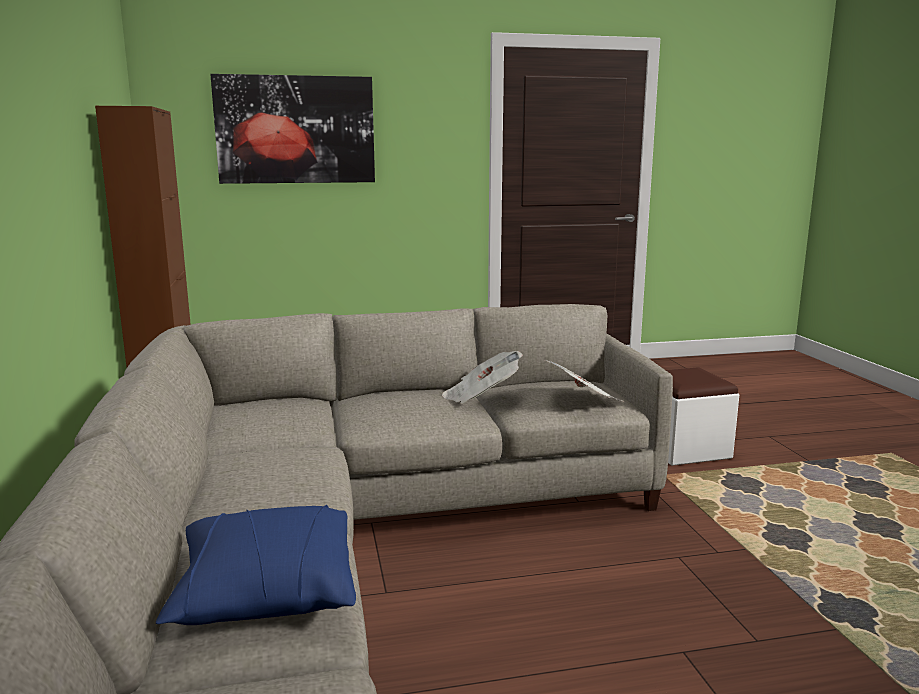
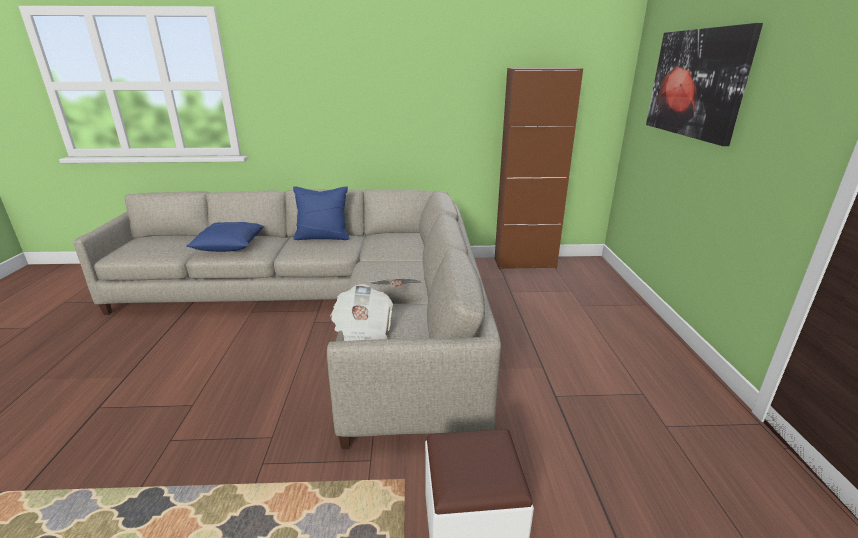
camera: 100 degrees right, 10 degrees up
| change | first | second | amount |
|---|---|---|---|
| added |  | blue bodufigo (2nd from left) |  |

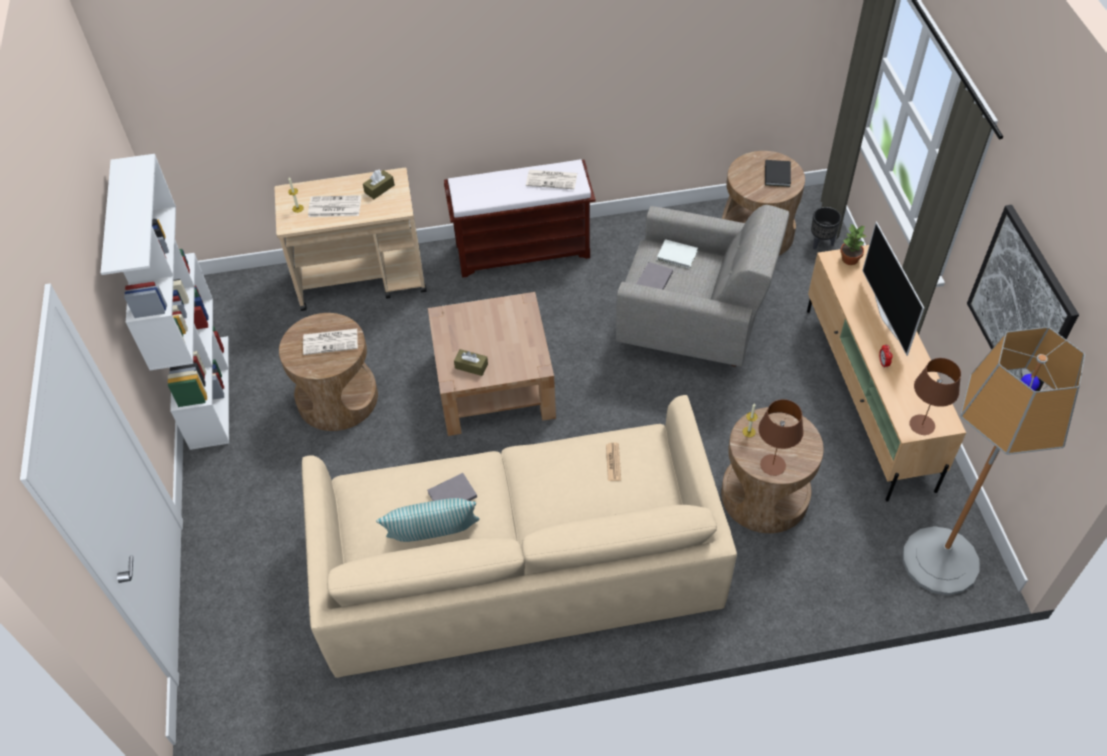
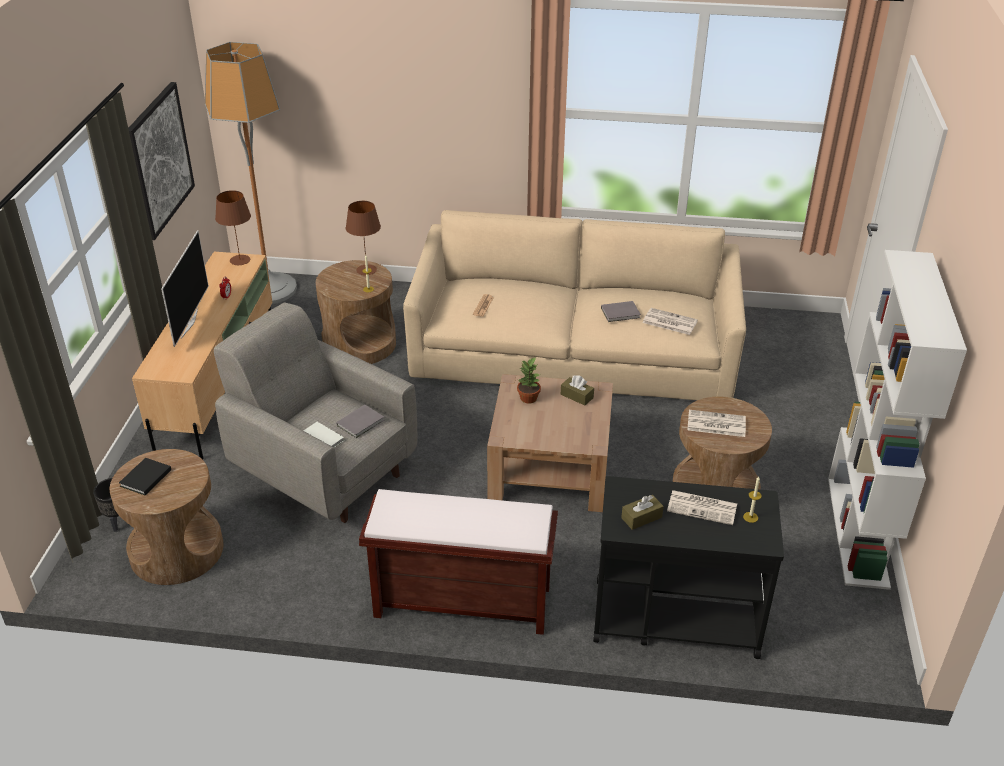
camera: 165 degrees left, 15 degrees down
| change | first | second | amount |
|---|---|---|---|
| recoloured | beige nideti | black nideti |  |
| removed | bodufigo |  |  |
| moved | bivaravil (3rd from left in the first image) | bivaravil (2nd from left) |  |
| moved | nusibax |  |  |

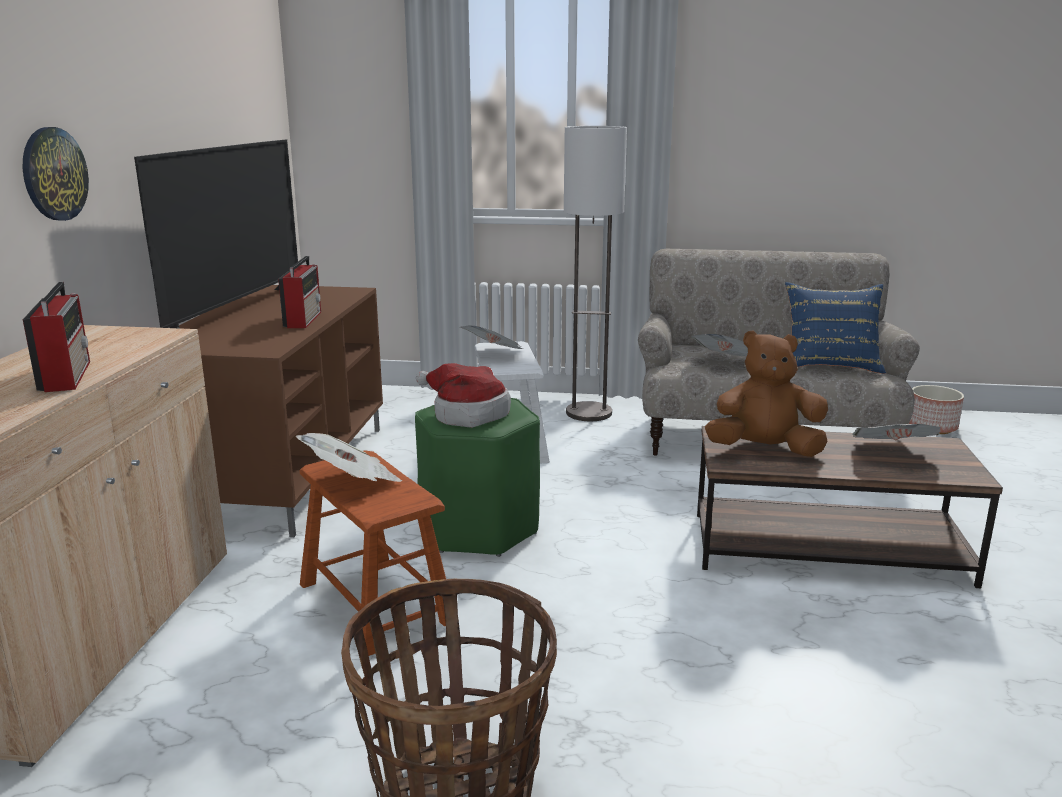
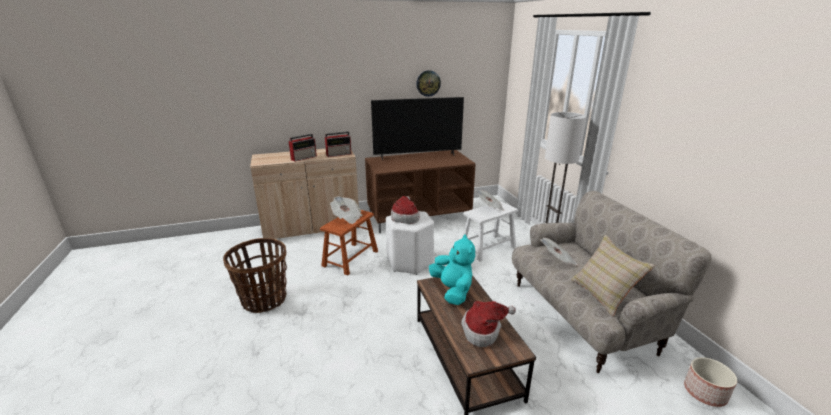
camera: 65 degrees right, 5 degrees up
| change | first | second | amount |
|---|---|---|---|
| moved | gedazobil |  |  |
| moved | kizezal (2nd from left) |  |  |
| recoloured | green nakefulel | white nakefulel (1st from left) |  |
| recoloured | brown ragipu | turquoise ragipu |  |
| recoloured | blue bodufigo | beige bodufigo |  |
| replaced | bivaravil (4th from left) | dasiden (2nd from left) |  |

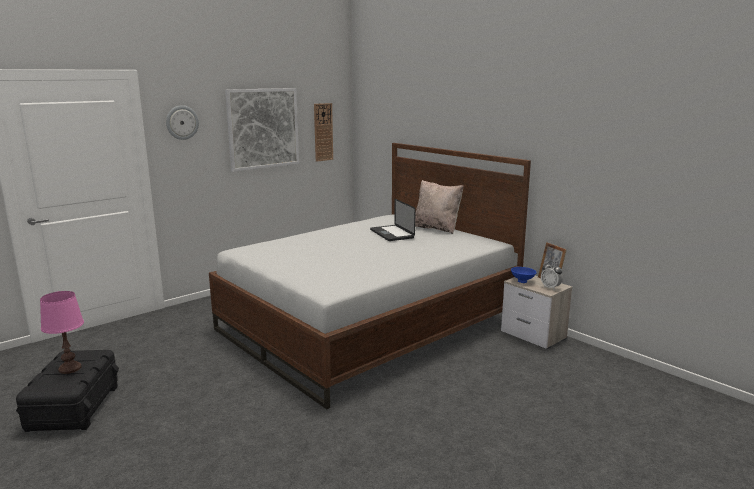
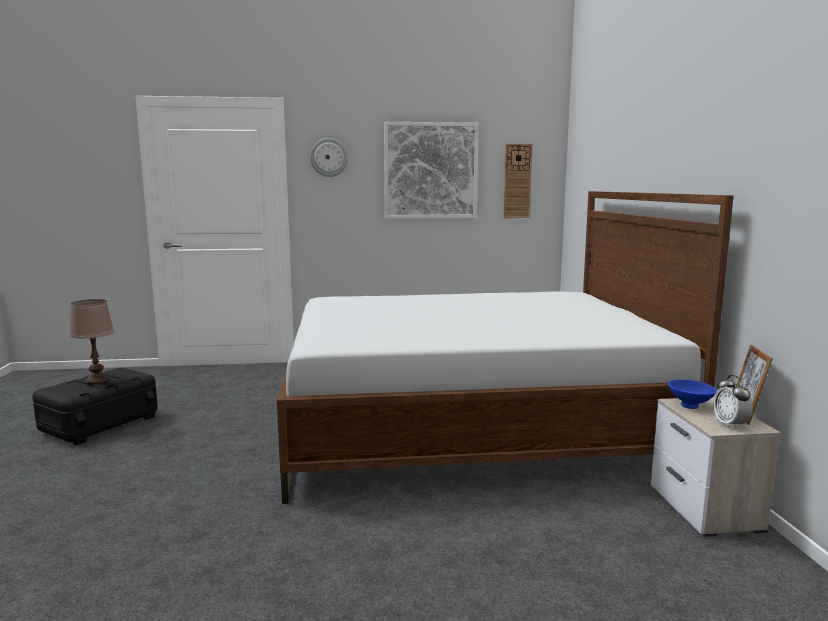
camera: 35 degrees right, 5 degrees down
| change | first | second | amount |
|---|---|---|---|
| recoloured | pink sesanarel | brown sesanarel |  |
| removed | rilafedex |  |  |
| removed | beige bodufigo |  |  |

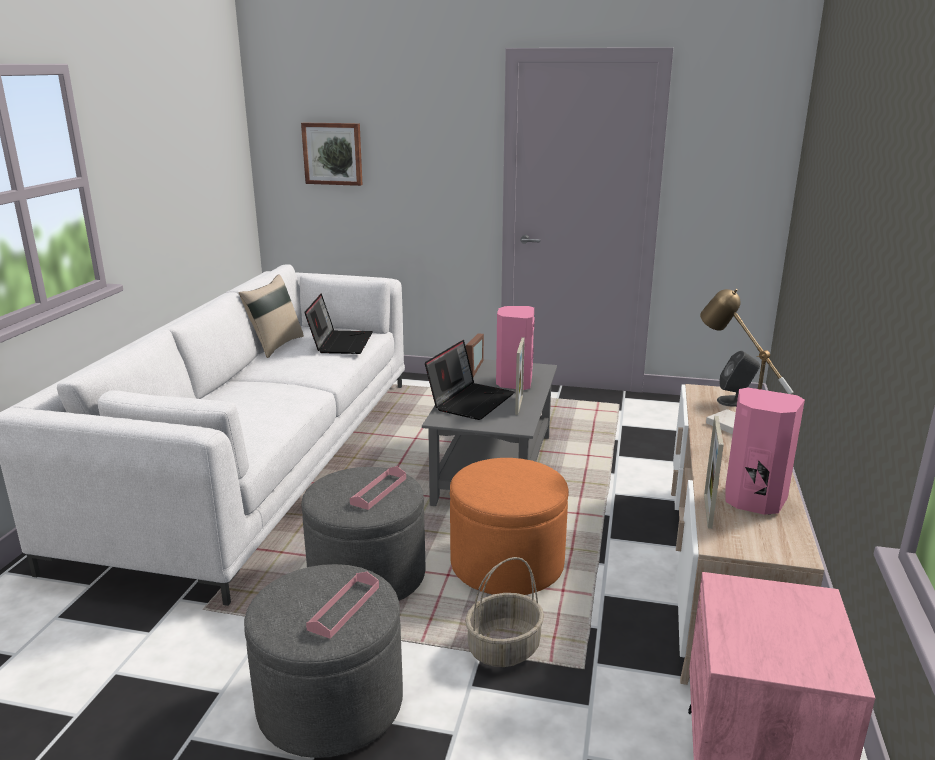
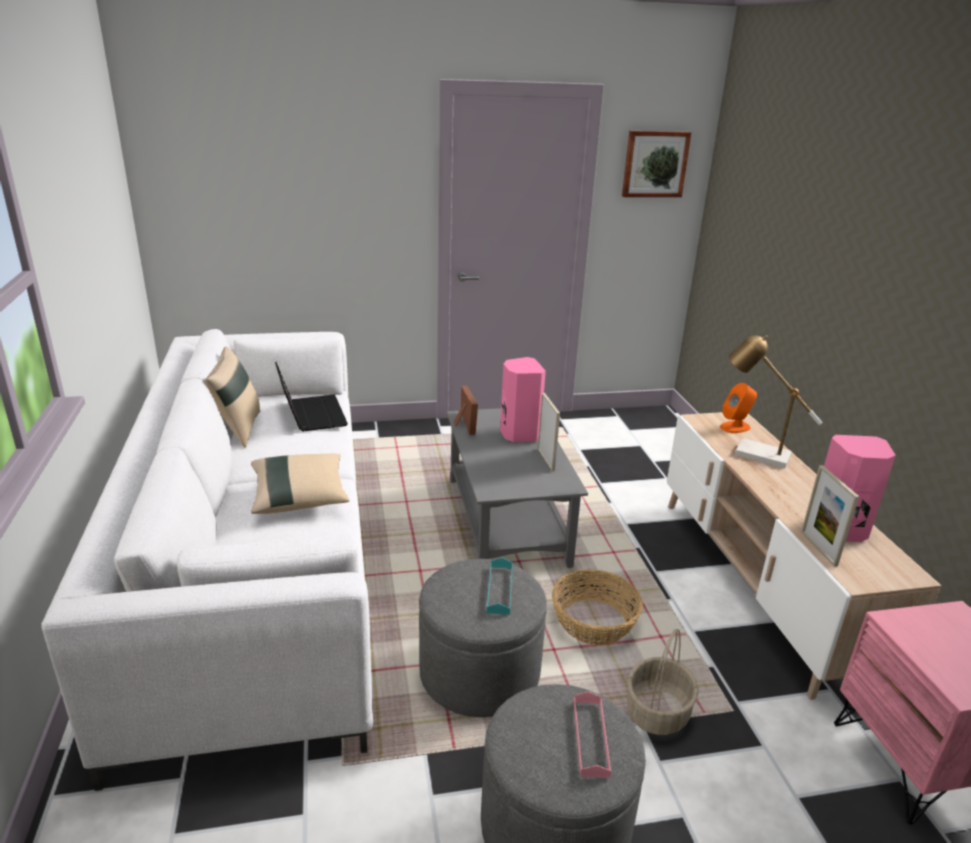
camera: 25 degrees left, 5 degrees up
| change | first | second | amount |
|---|---|---|---|
| moved | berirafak |  |  |
| recoloured | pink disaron (2nd from left) | turquoise disaron |  |
| removed | rilafedex (2nd from left) |  |  |
| replaced | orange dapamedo | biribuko (1st from left) |  |
| recoloured | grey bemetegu | orange bemetegu |  |
| added |  | beige bodufigo (2nd from left) |  |

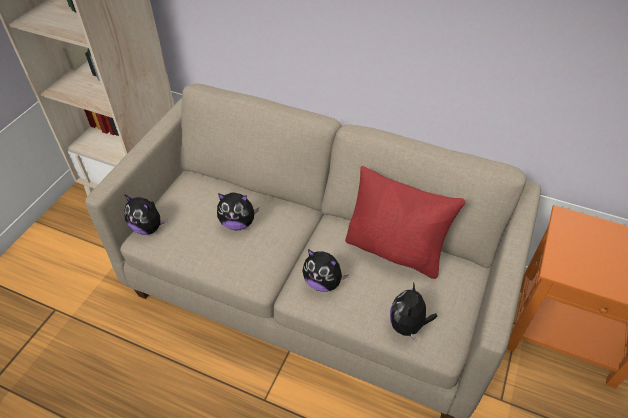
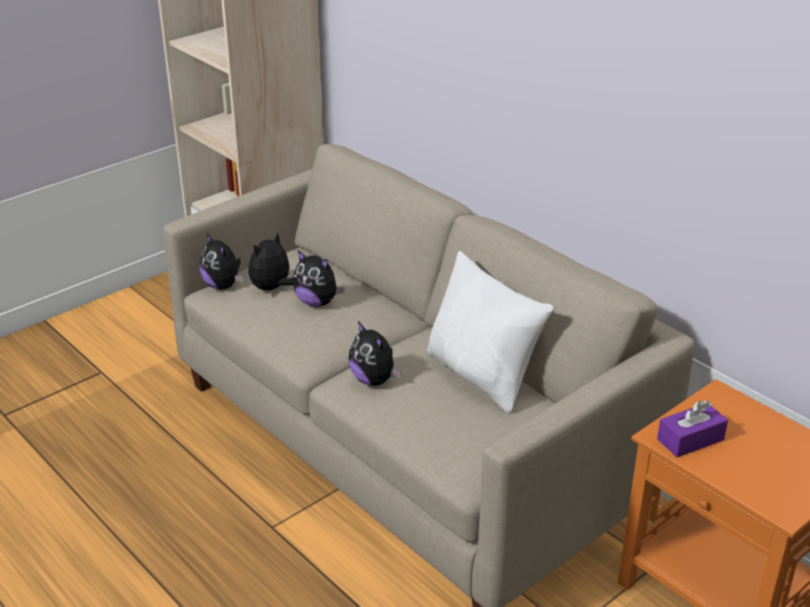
camera: 25 degrees right, 15 degrees down
| change | first | second | amount |
|---|---|---|---|
| recoloured | red bodufigo | white bodufigo |  |
| moved | ragipu (4th from left in the first image) | ragipu (2nd from left) |  |
| added |  | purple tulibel |  |

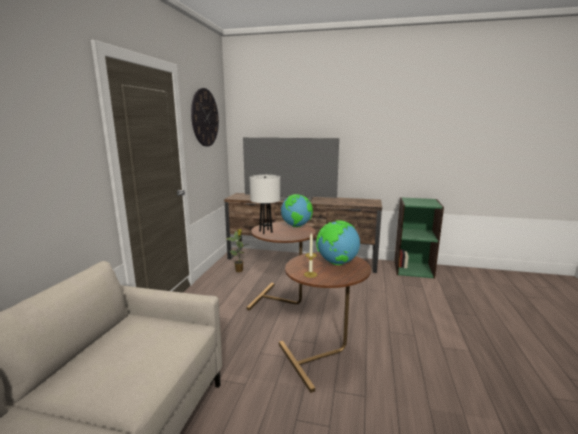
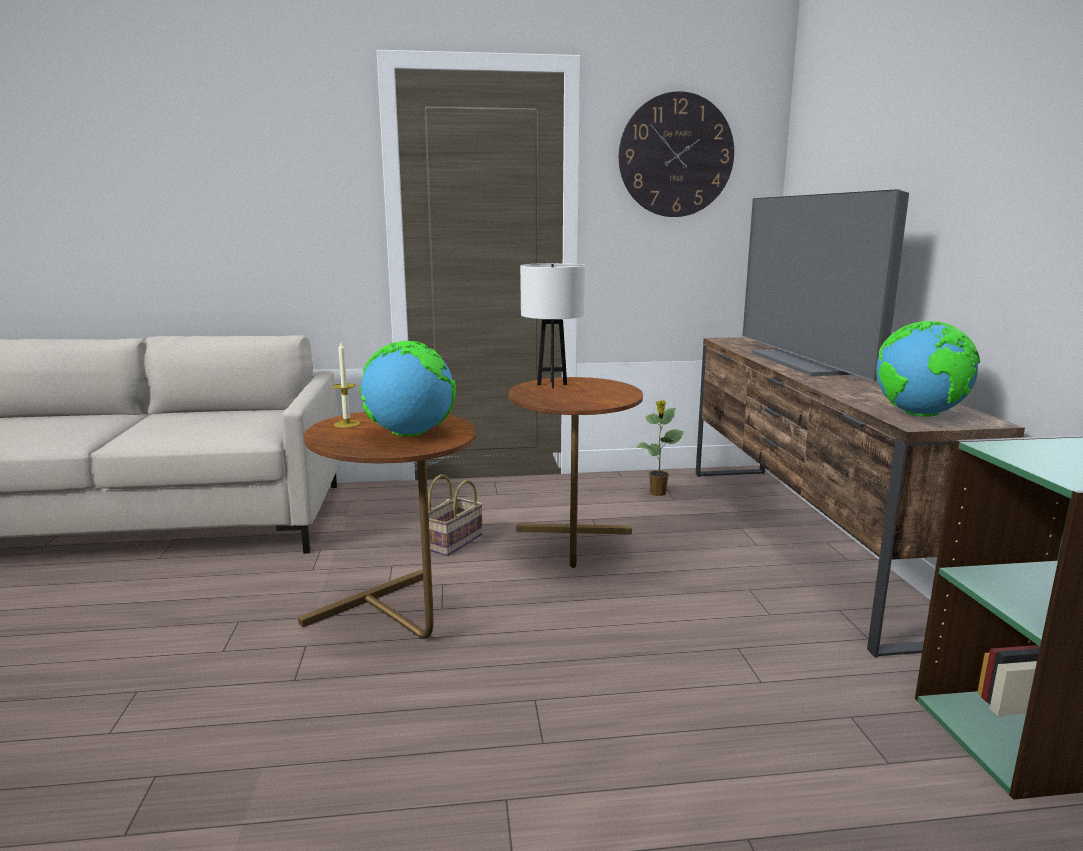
camera: 70 degrees right, 0 degrees up
| change | first | second | amount |
|---|---|---|---|
| moved | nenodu (1st from left in the first image) | nenodu (2nd from left) |  |
| added |  | biribuko |  |

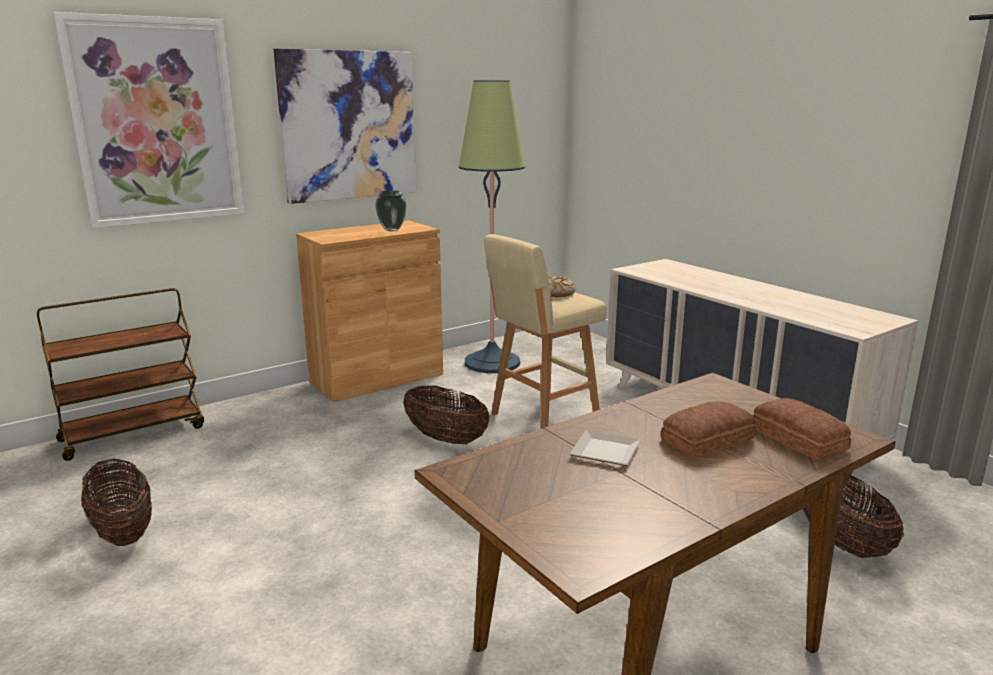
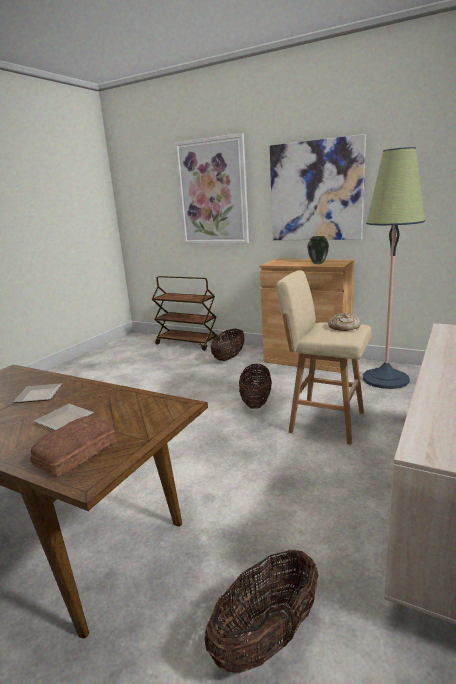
camera: 65 degrees right, 0 degrees up
| change | first | second | amount |
|---|---|---|---|
| moved | biribuko (1st from left) |  |  |
| replaced | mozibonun (2nd from left) | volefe (2nd from left) |  |

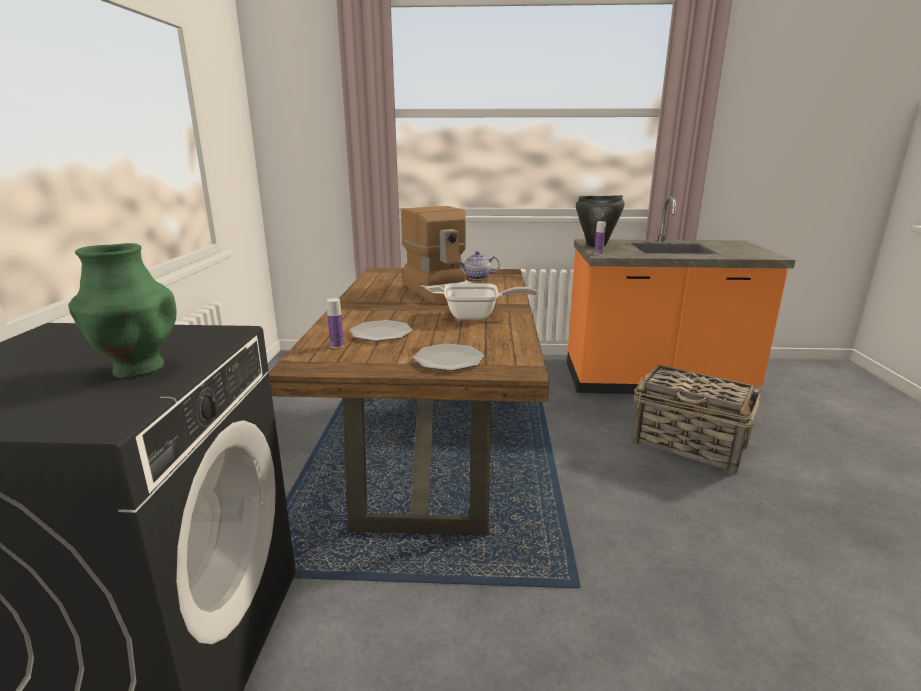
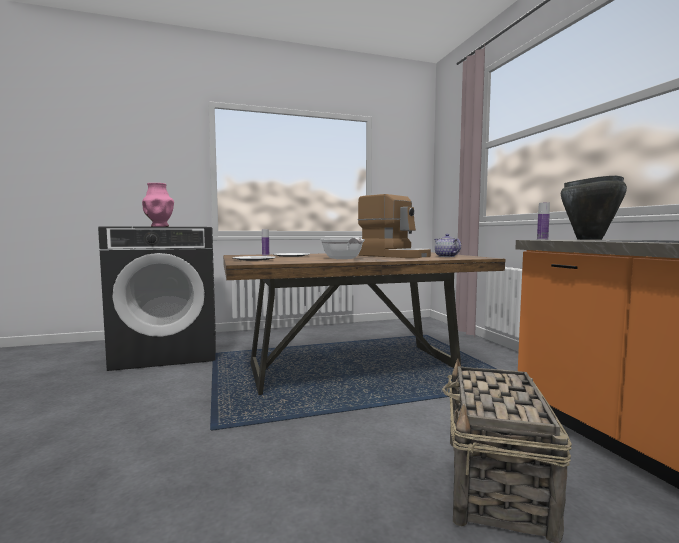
camera: 70 degrees right, 15 degrees down
| change | first | second | amount |
|---|---|---|---|
| recoloured | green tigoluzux | pink tigoluzux |  |
| turned | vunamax |  | 90 degrees counterclockwise |

